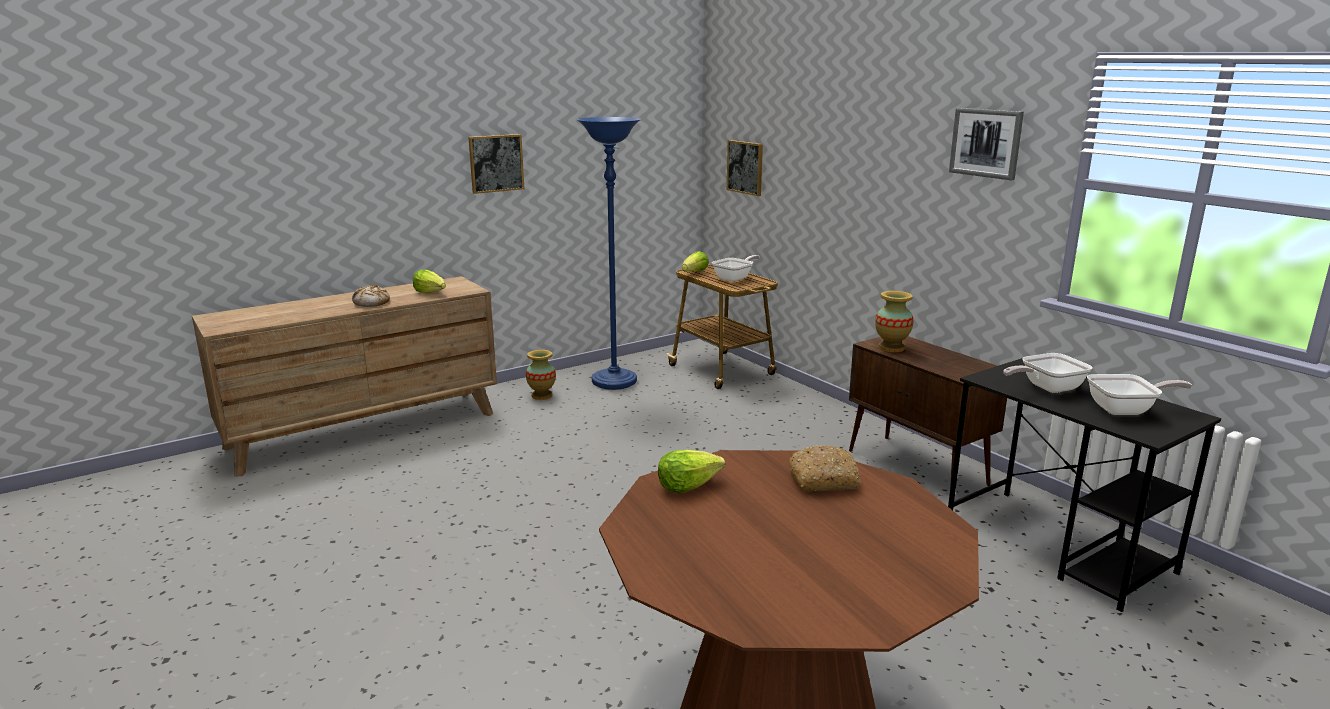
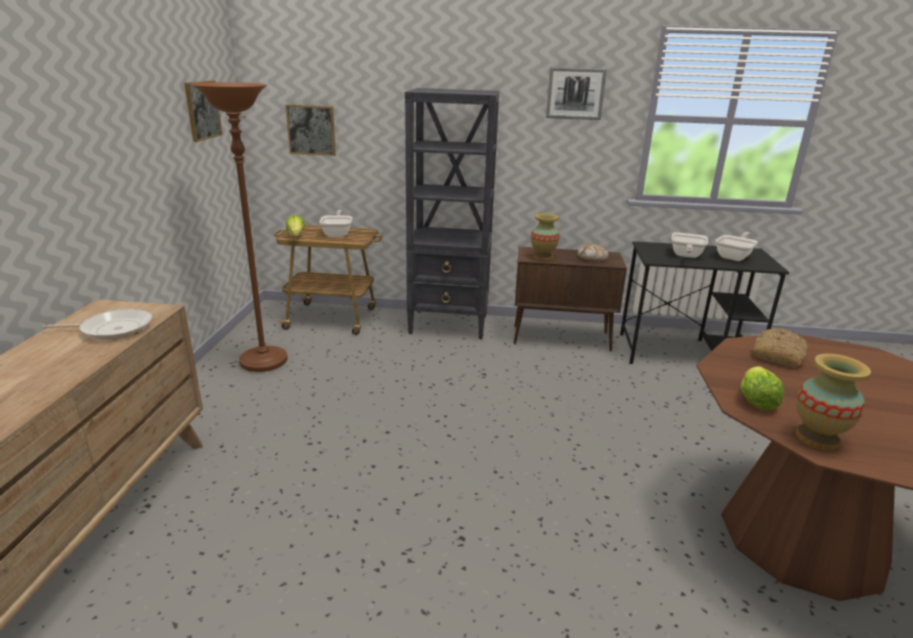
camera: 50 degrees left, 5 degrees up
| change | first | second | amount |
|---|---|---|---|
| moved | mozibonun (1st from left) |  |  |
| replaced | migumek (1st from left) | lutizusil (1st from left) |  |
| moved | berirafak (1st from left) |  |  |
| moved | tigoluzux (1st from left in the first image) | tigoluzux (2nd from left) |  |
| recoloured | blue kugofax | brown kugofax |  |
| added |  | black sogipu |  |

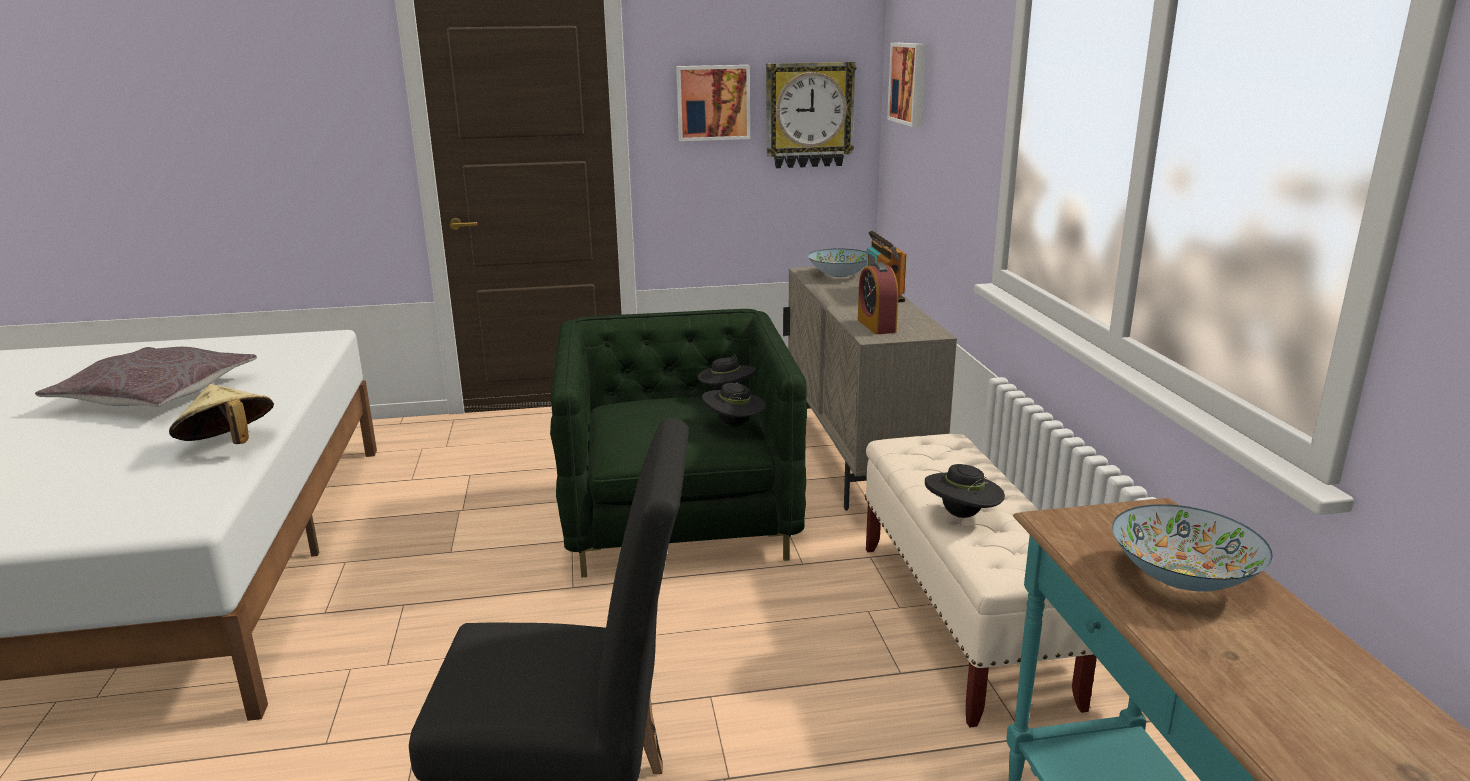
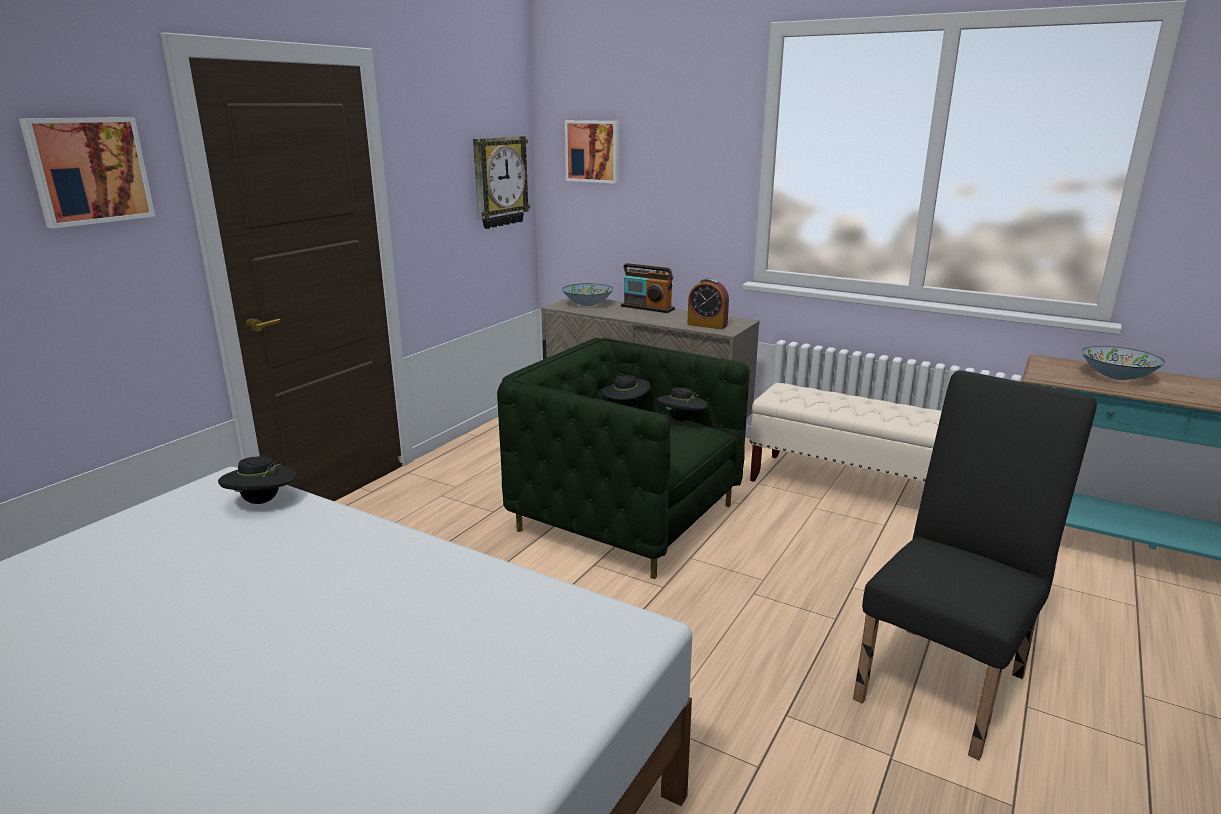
camera: 50 degrees left, 0 degrees up
| change | first | second | amount |
|---|---|---|---|
| removed | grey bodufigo |  |  |
| removed | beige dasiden |  |  |
| moved | berirafak (1st from left) |  |  |
| moved | black dasiden (3rd from left in the first image) | black dasiden (1st from left) |  |

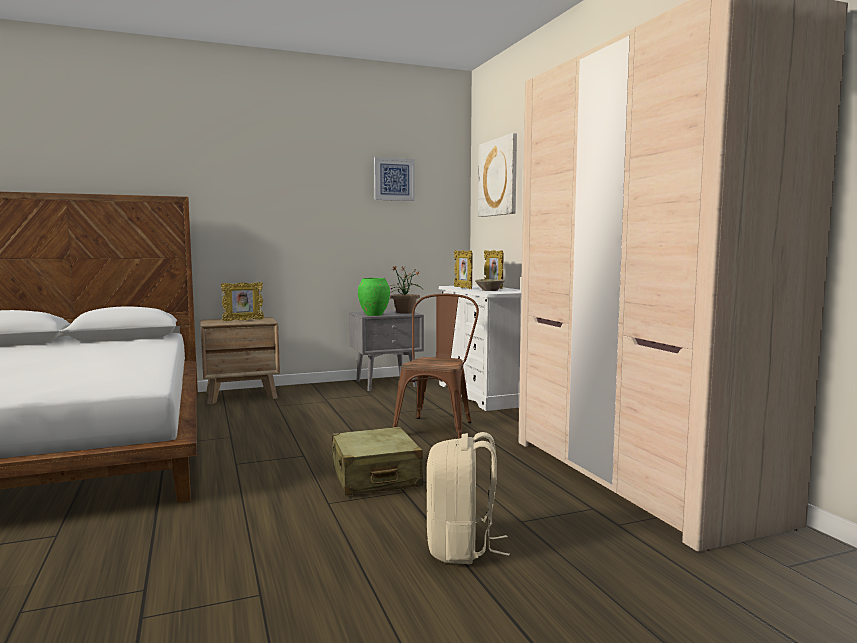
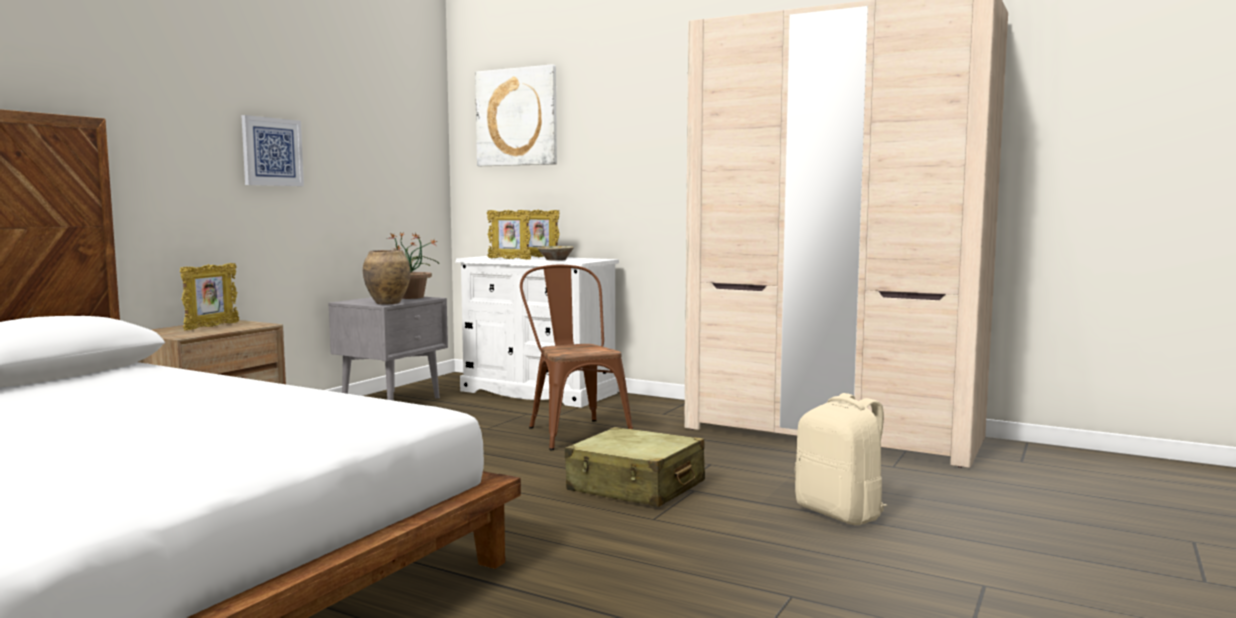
camera: 40 degrees left, 0 degrees up
| change | first | second | amount |
|---|---|---|---|
| recoloured | green tigoluzux | brown tigoluzux |  |
| moved | berirafak (1st from left) |  |  |

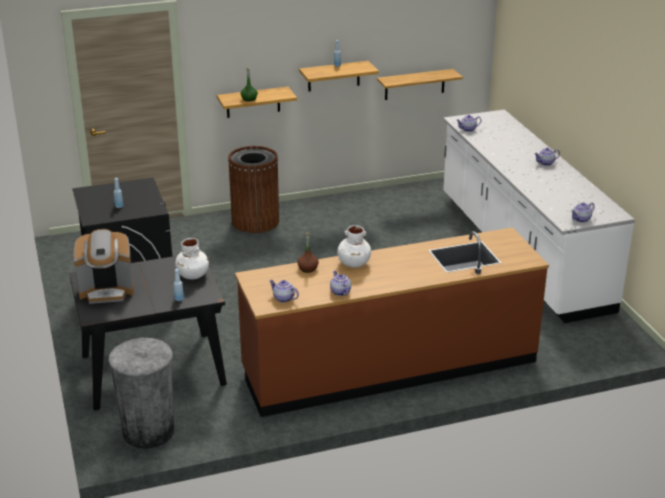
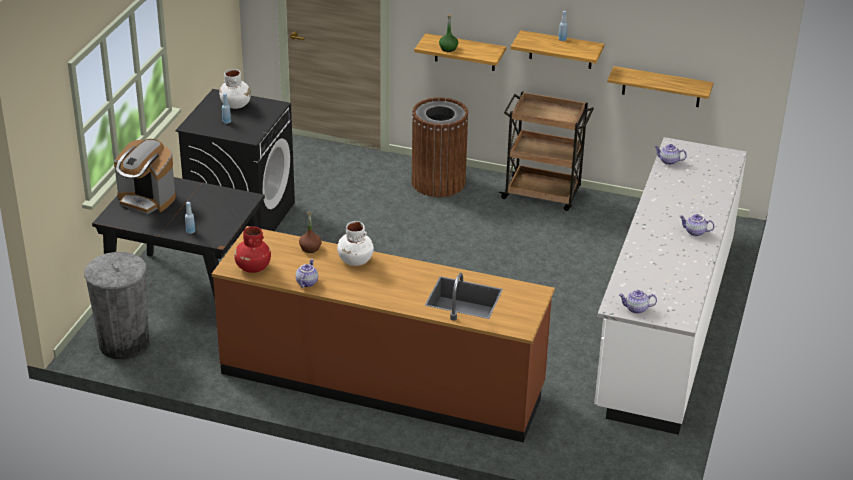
camera: 35 degrees right, 5 degrees up
| change | first | second | amount |
|---|---|---|---|
| moved | white tigoluzux (1st from left) |  |  |
| replaced | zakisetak (1st from left) | red tigoluzux |  |
| added |  | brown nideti |  |

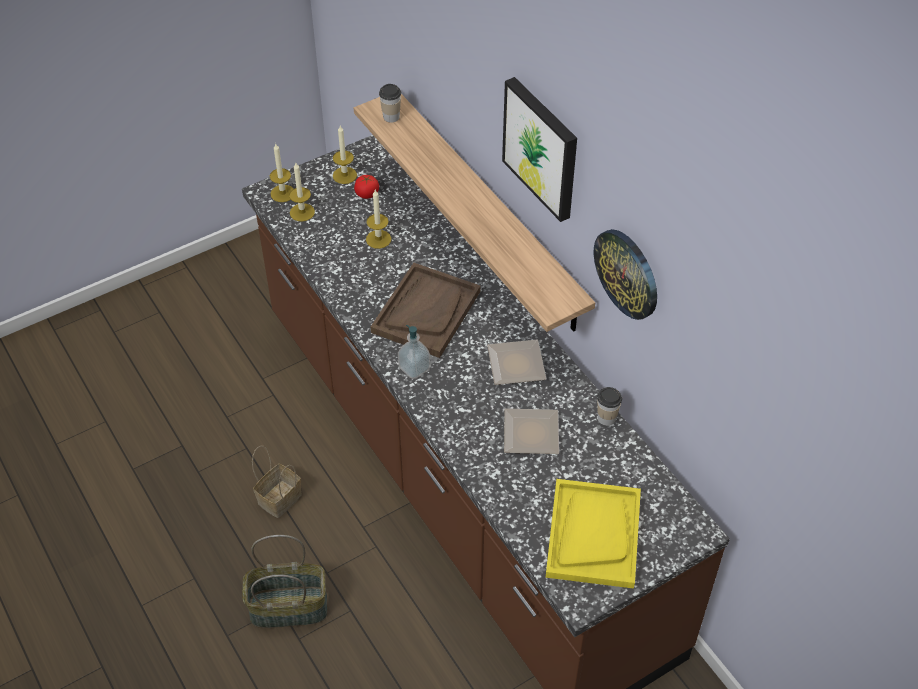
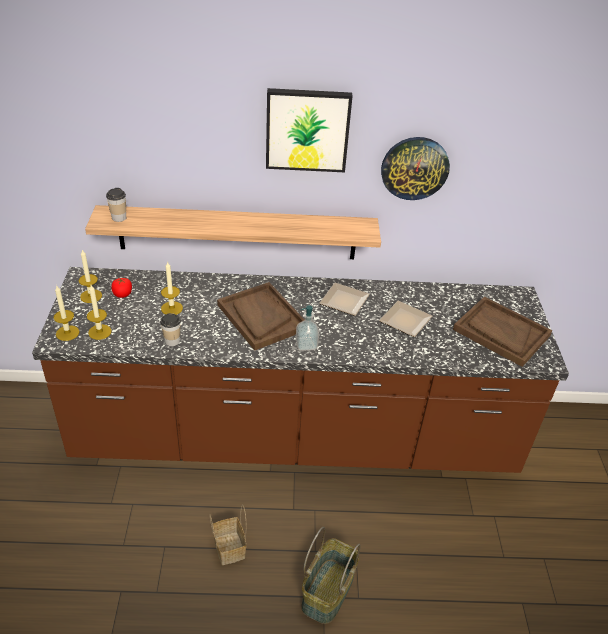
camera: 60 degrees left, 10 degrees down
| change | first | second | amount |
|---|---|---|---|
| recoloured | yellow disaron | brown disaron (2nd from left) |  |
| moved | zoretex (2nd from left) |  |  |

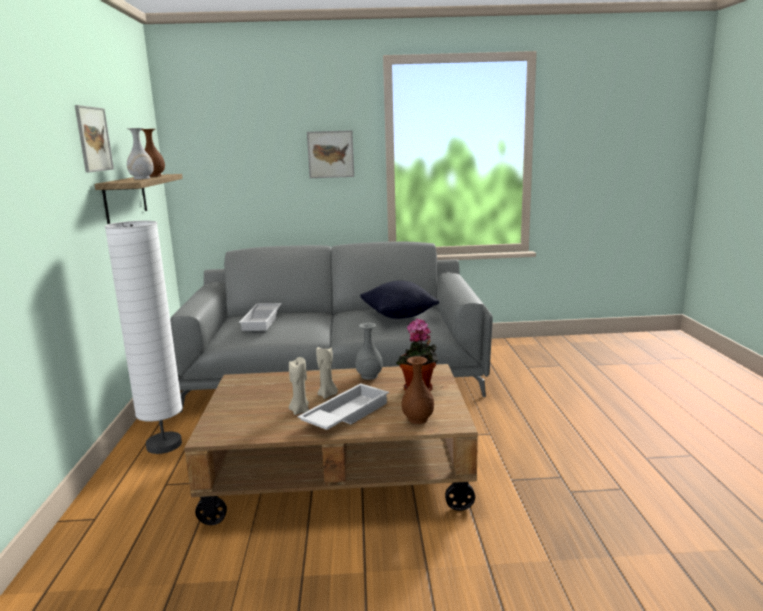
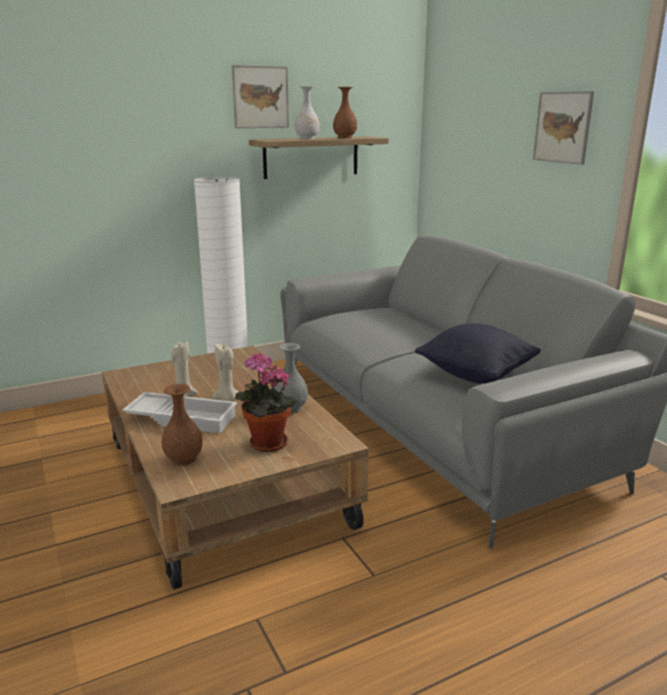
camera: 65 degrees right, 5 degrees up
| change | first | second | amount |
|---|---|---|---|
| removed | white disaron (1st from left) |  |  |

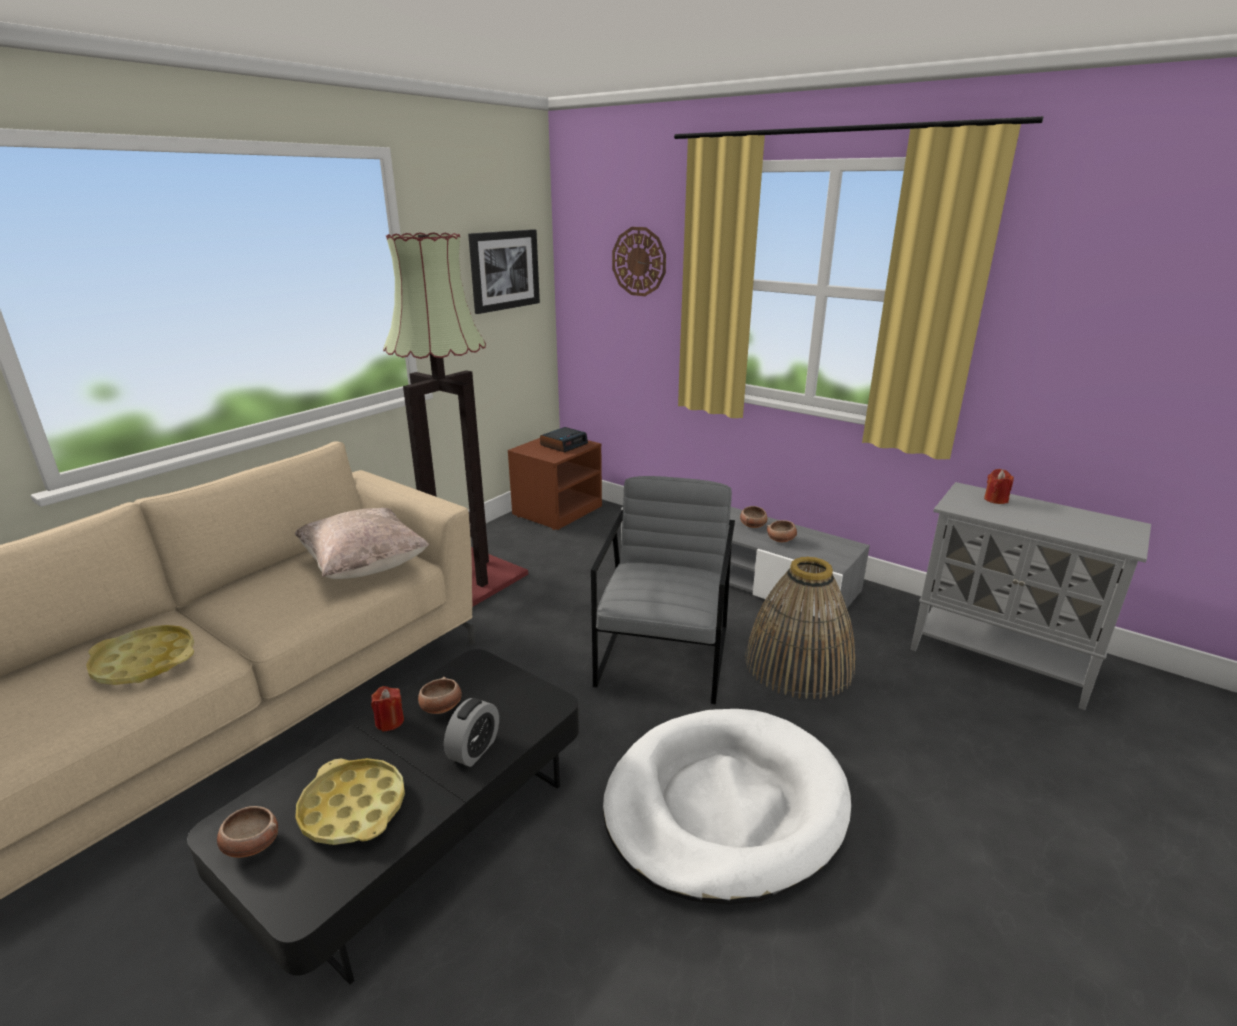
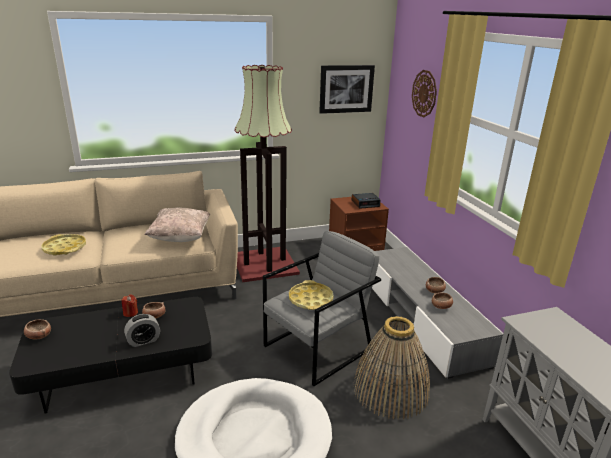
camera: 35 degrees right, 0 degrees up
| change | first | second | amount |
|---|---|---|---|
| moved | yellow disaron (2nd from left) |  |  |
| removed | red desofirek (2nd from left) |  |  |

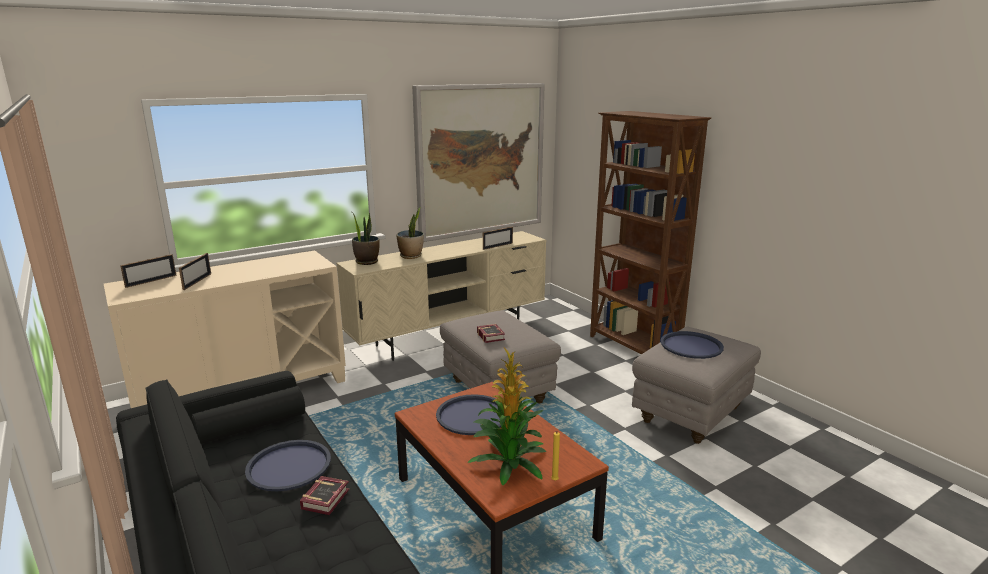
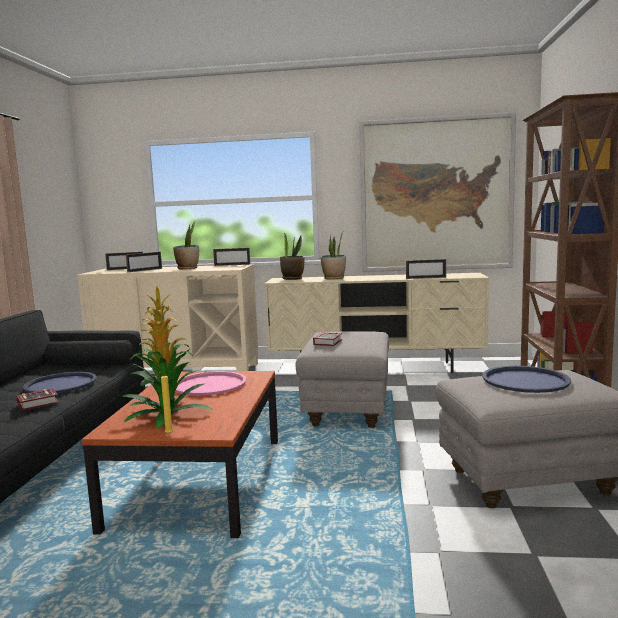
camera: 40 degrees right, 10 degrees down
| change | first | second | amount |
|---|---|---|---|
| recoloured | blue disaron (2nd from left) | pink disaron |  |
| added |  | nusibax (2nd from left) |  |
| added |  | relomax (3rd from left) |  |

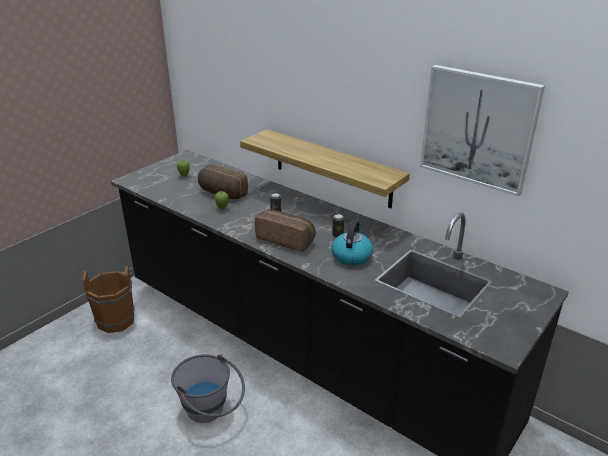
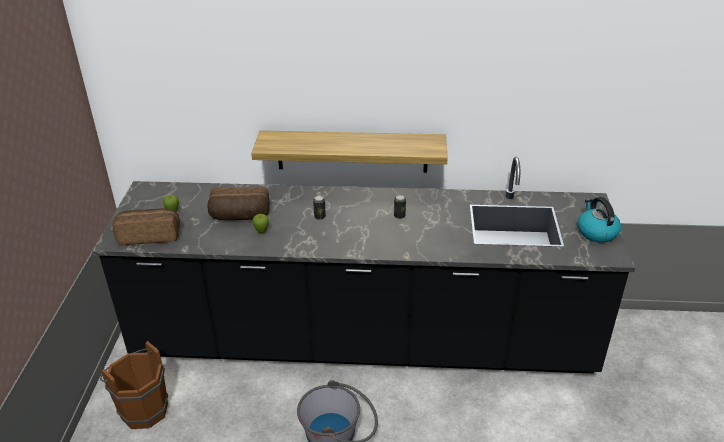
camera: 35 degrees left, 5 degrees up
| change | first | second | amount |
|---|---|---|---|
| moved | mozibonun (2nd from left in the first image) | mozibonun (1st from left) |  |
| moved | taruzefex |  |  |
| removed | berirafak |  |  |

